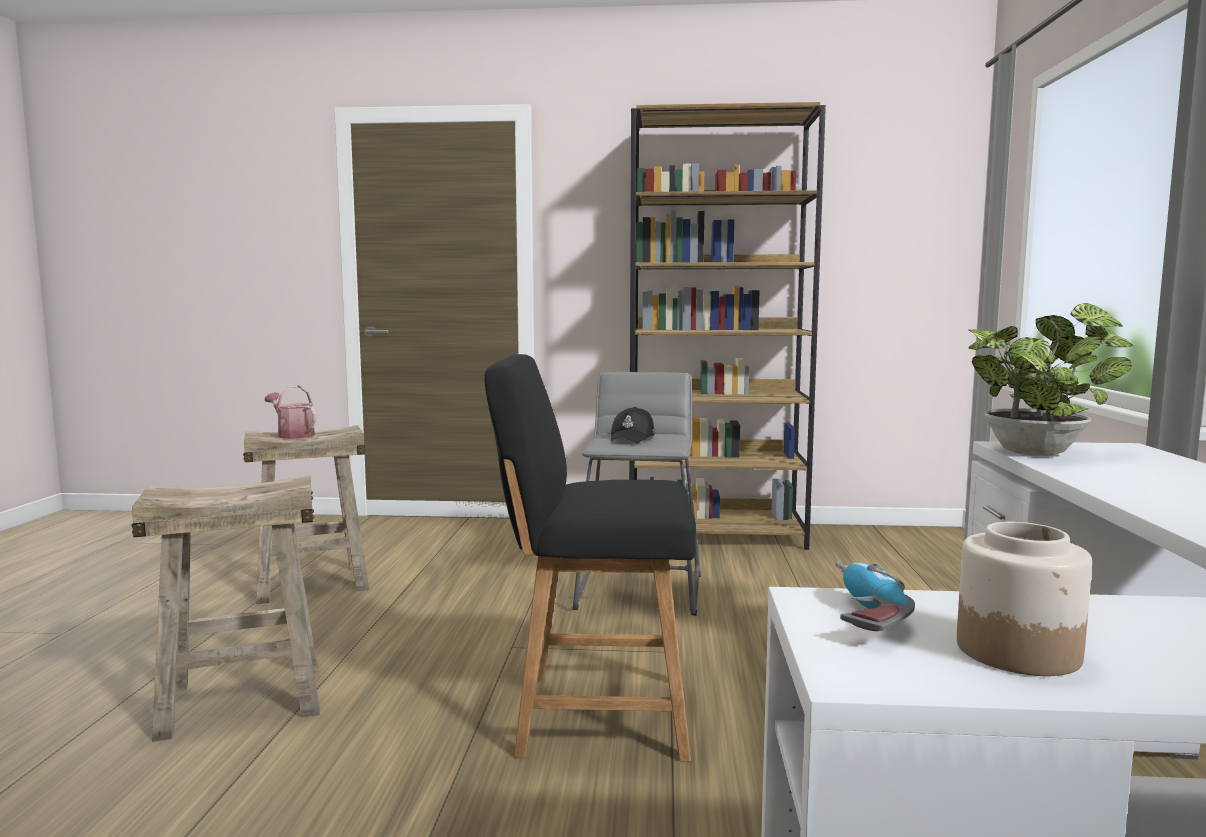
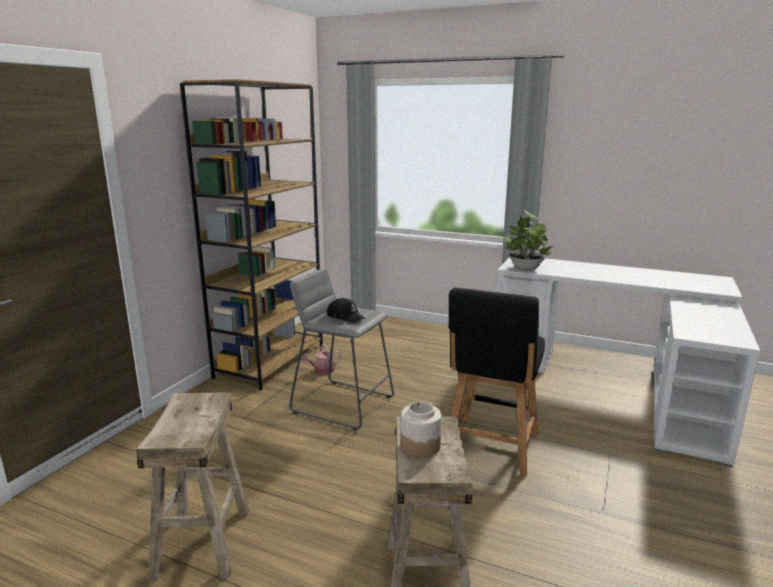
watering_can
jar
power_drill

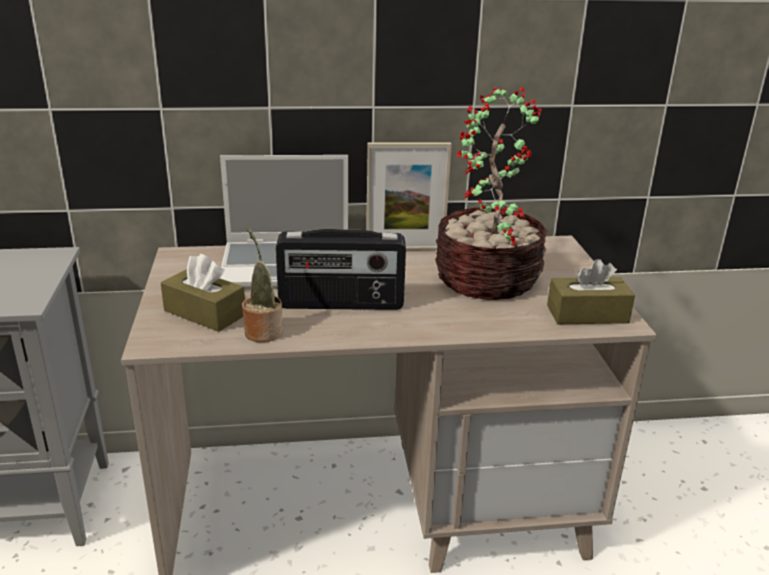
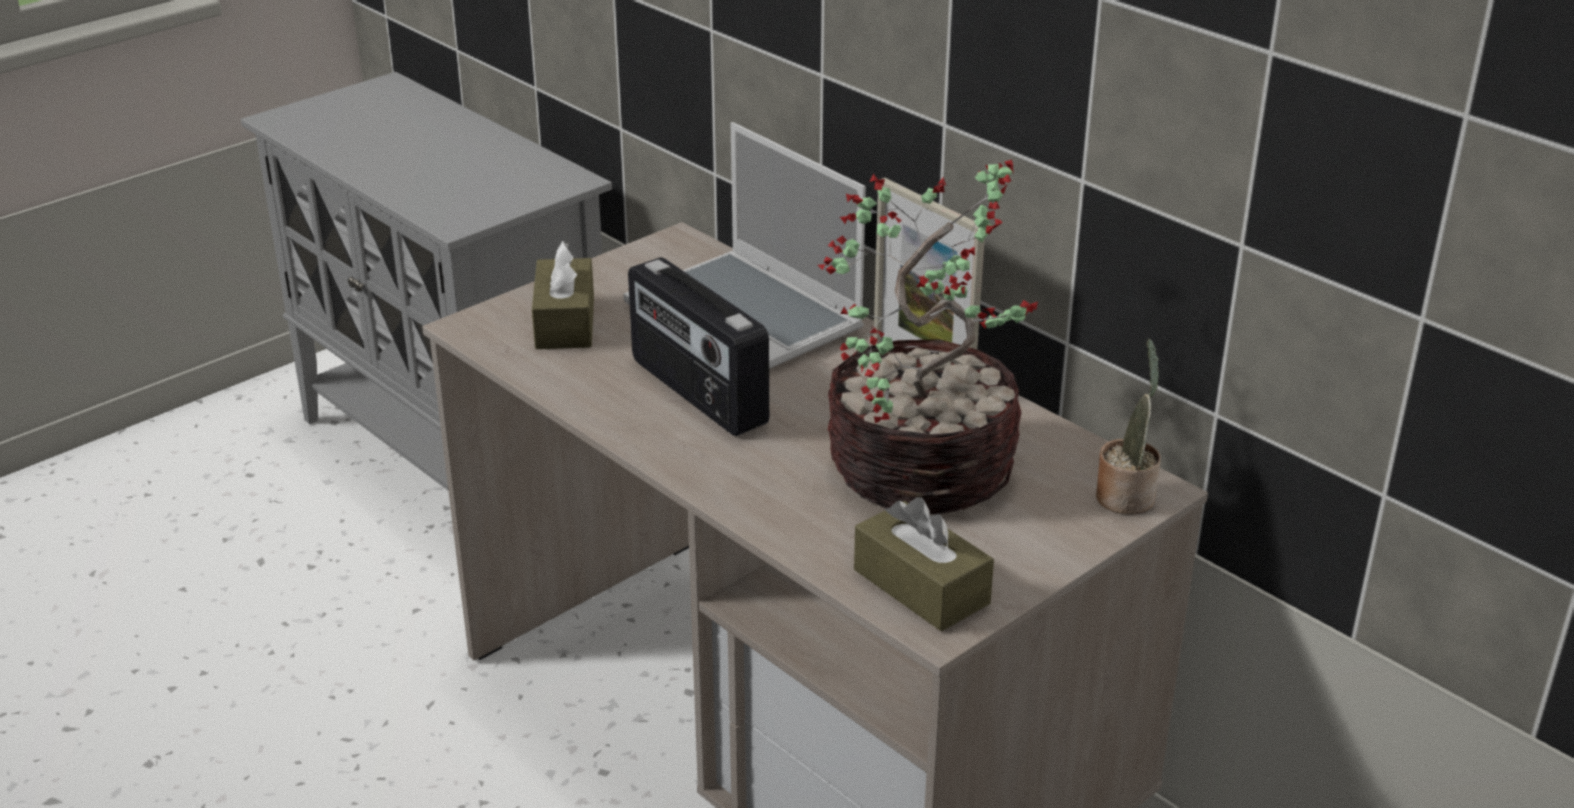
potted_plant (no. 2 from left)

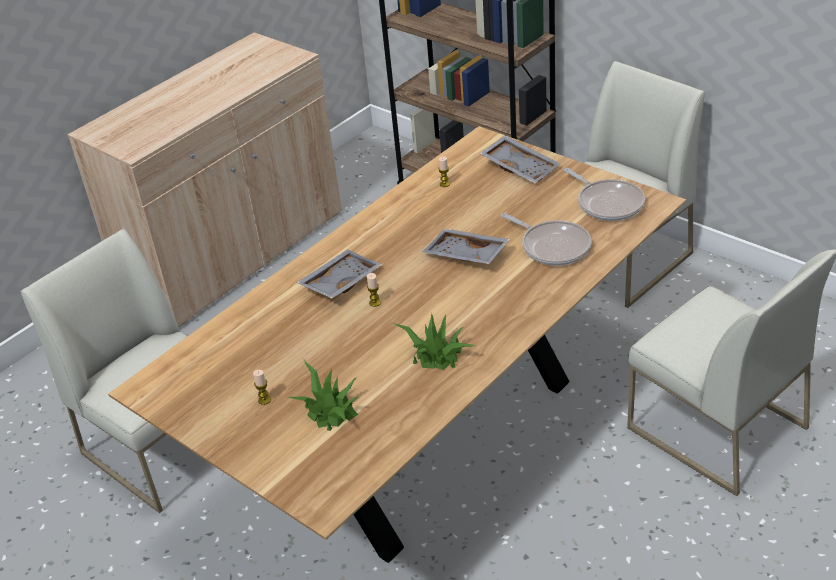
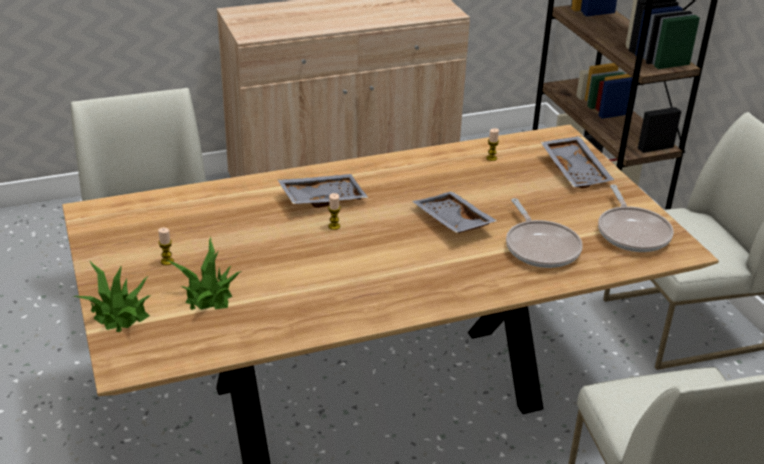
potted_plant (no. 1 from left)

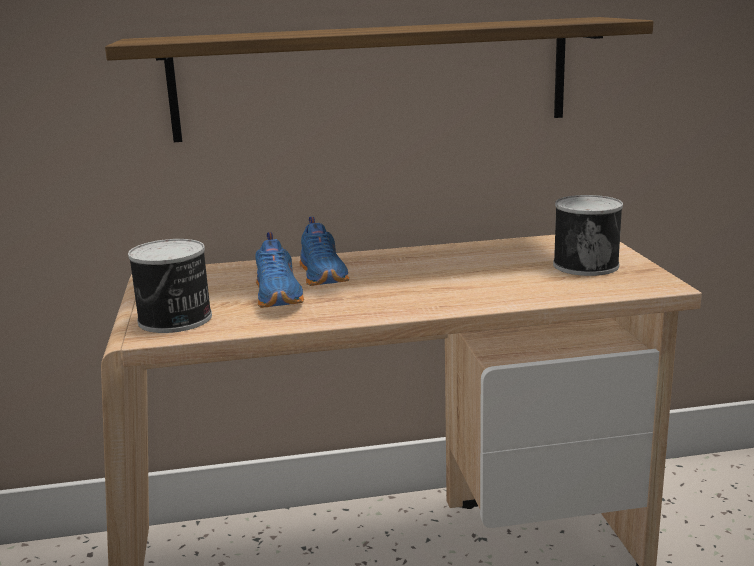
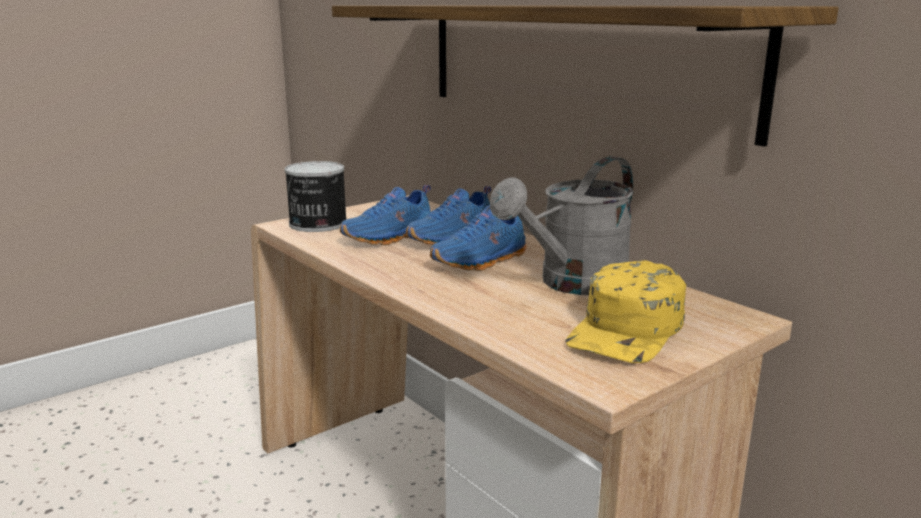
blue_shoe (no. 3 from left)
grey_watering_can
yellow_cap

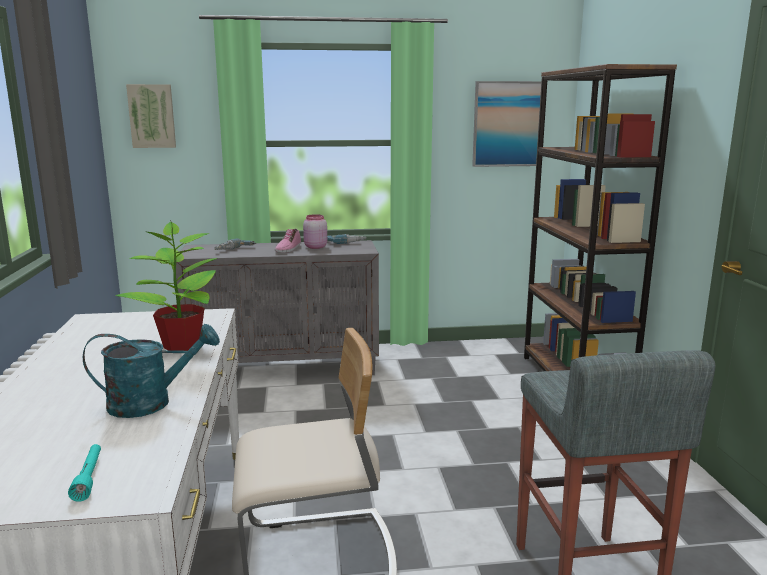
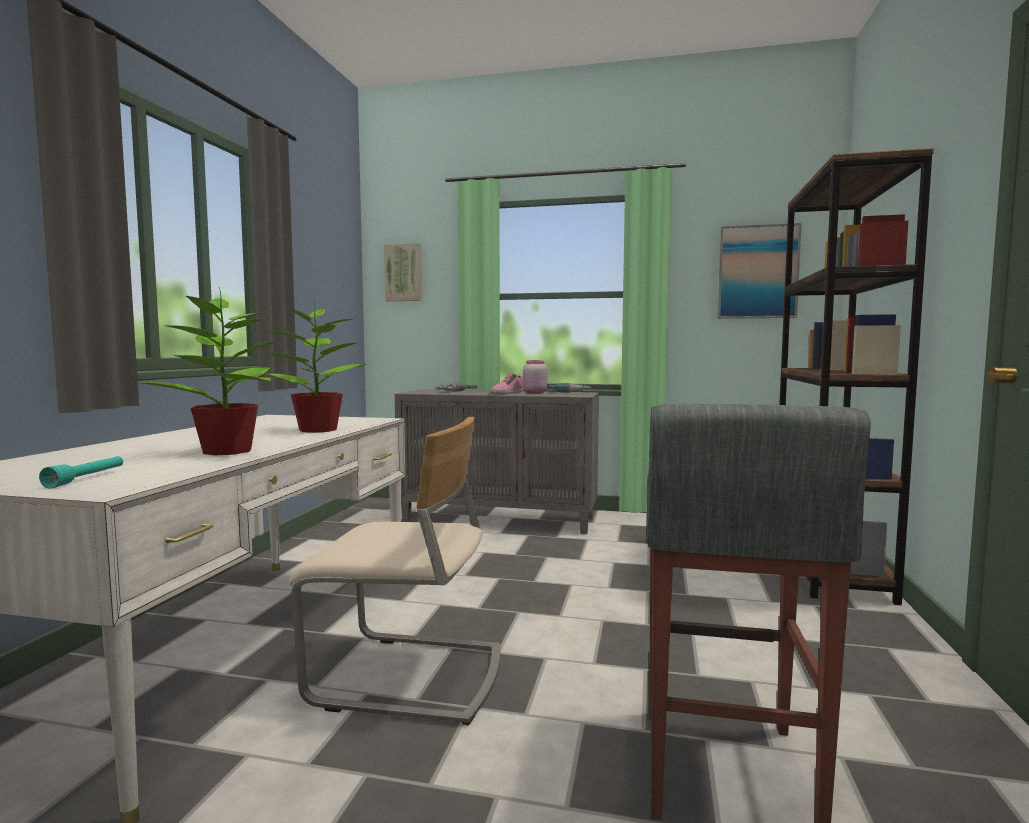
potted_plant (no. 1 from left)

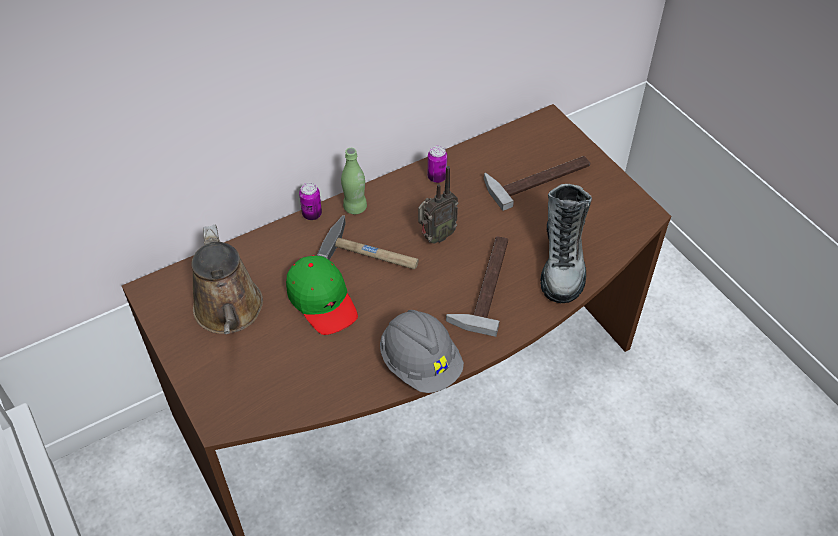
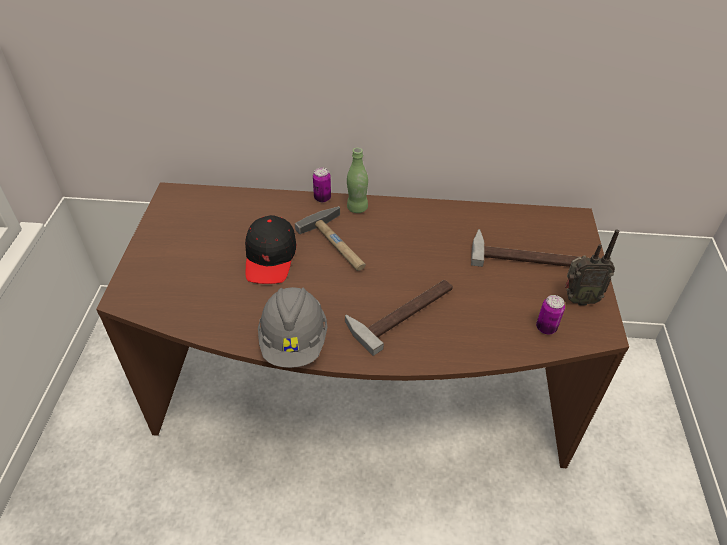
black_cap
can (no. 2 from left)
radio
brown_watering_can
boot

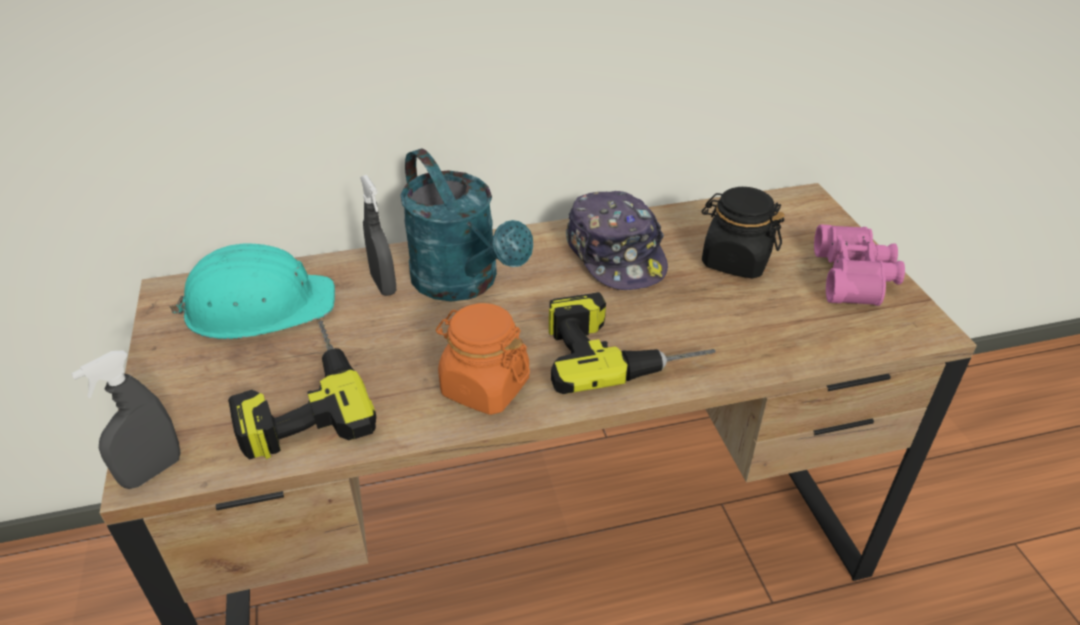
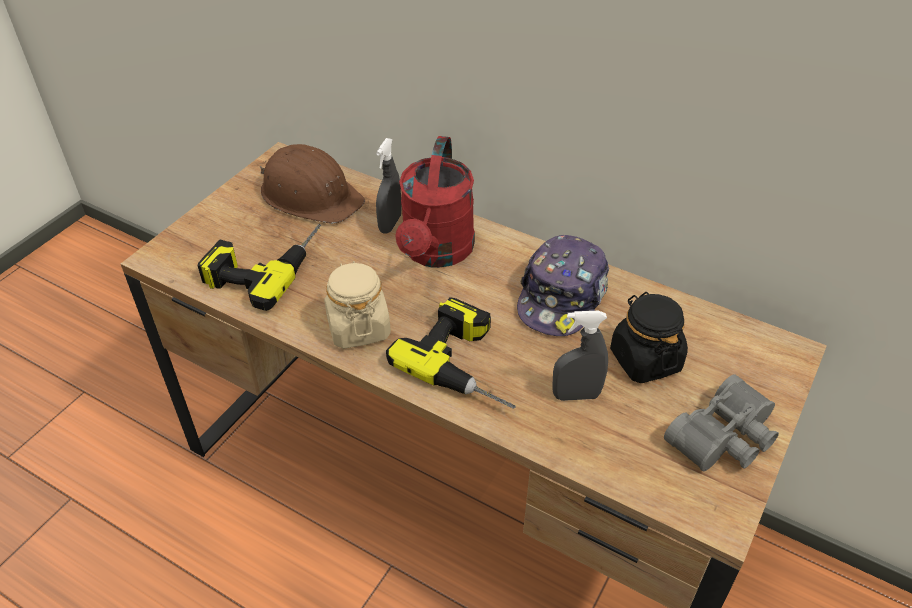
brown_hard_hat
beige_jar
red_watering_can
grey_spray_bottle (no. 2 from left)
grey_binoculars

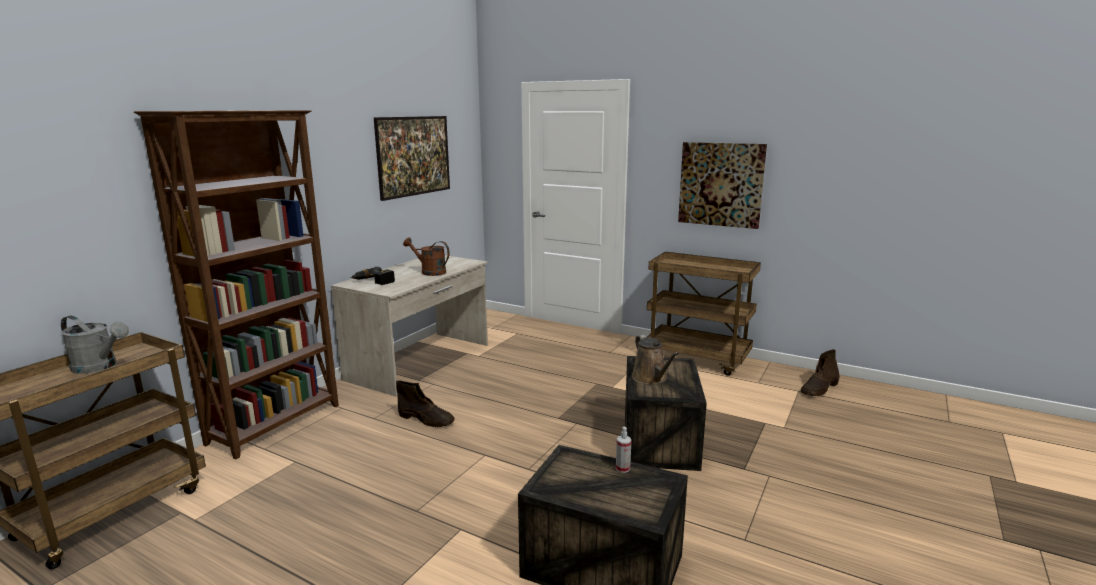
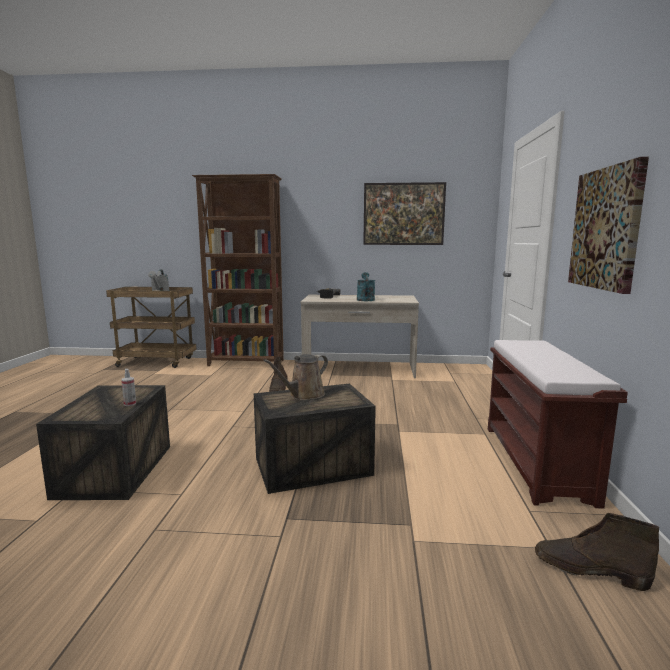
turquoise_watering_can
brown_bench

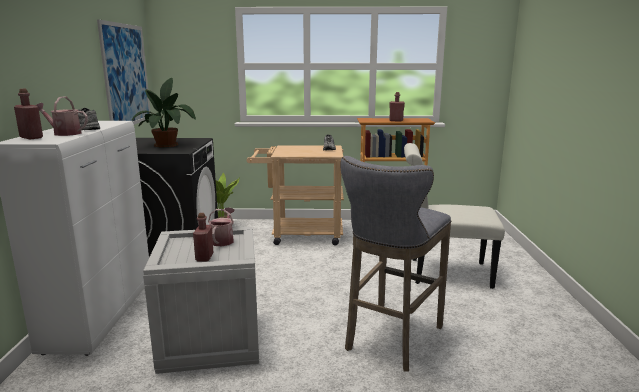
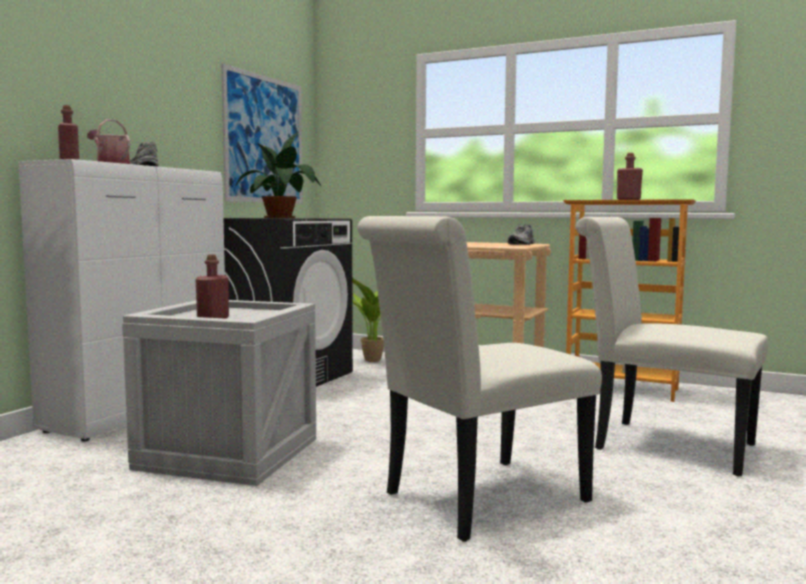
white_chair (no. 1 from left)
watering_can (no. 2 from left in the first image)

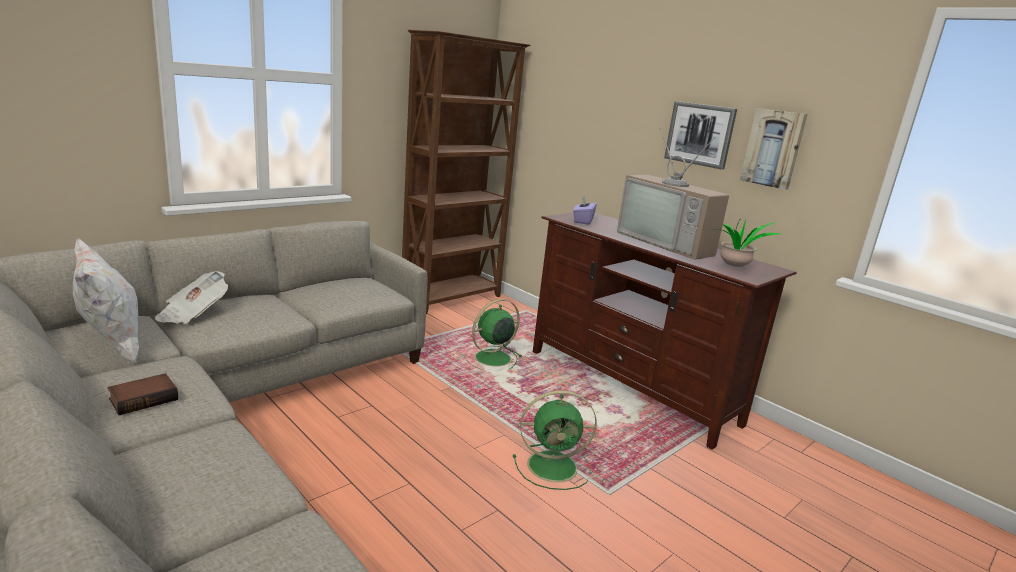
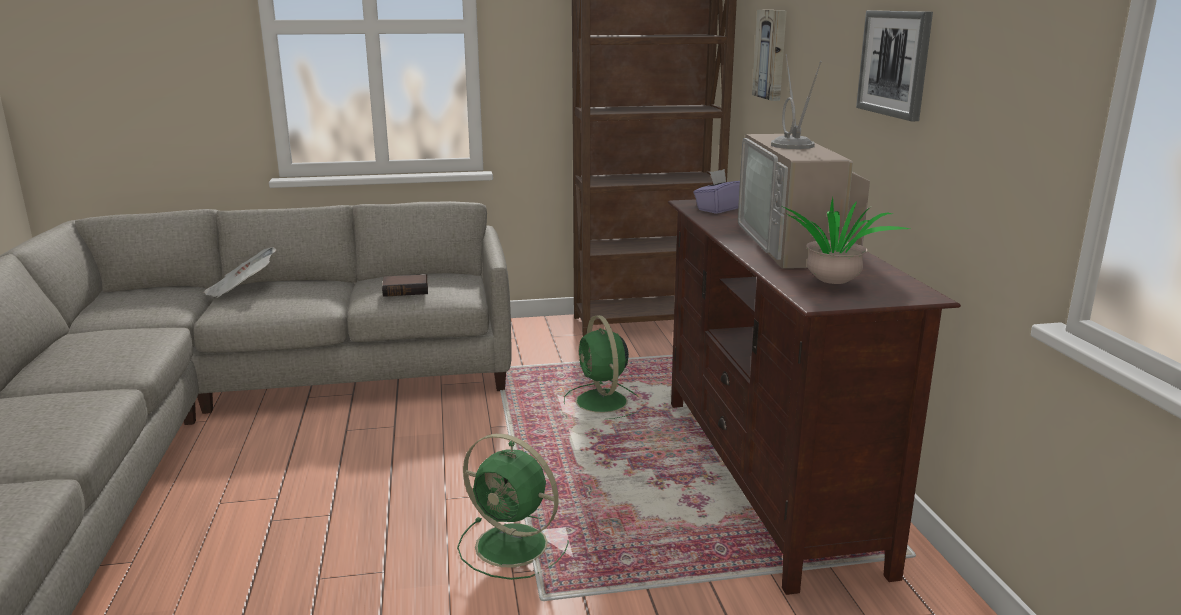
book
green_fan (no. 2 from left)
picture (no. 1 from left)
white_pillow

